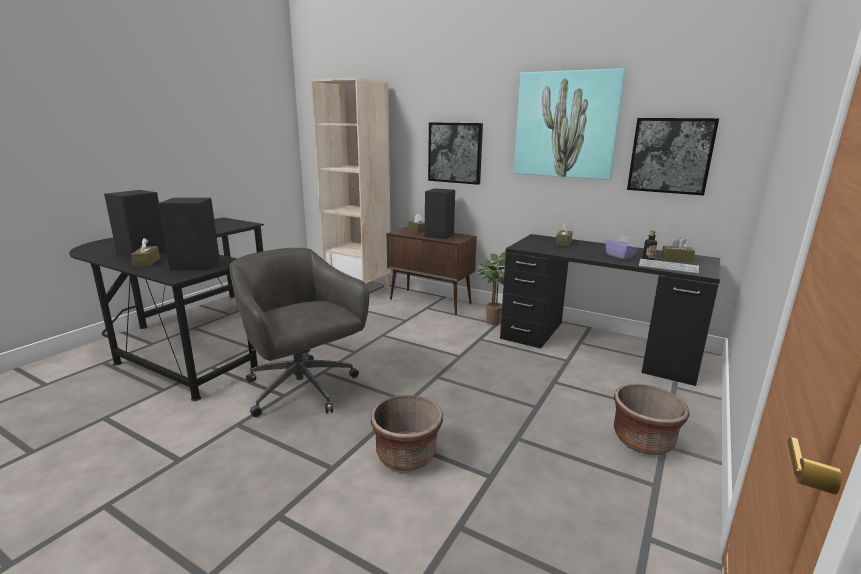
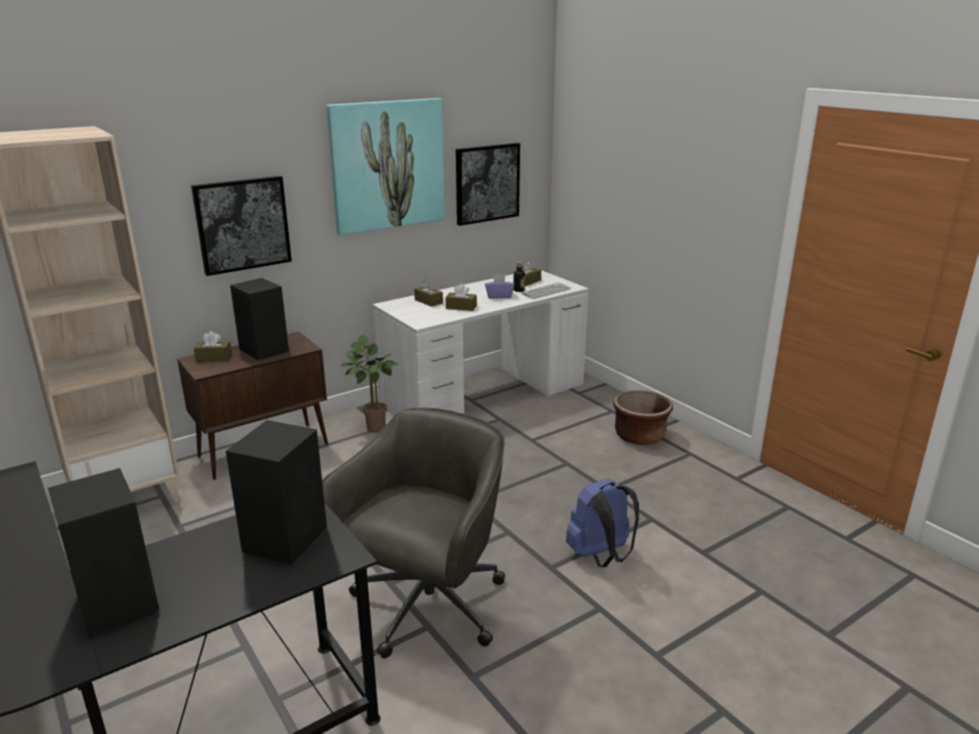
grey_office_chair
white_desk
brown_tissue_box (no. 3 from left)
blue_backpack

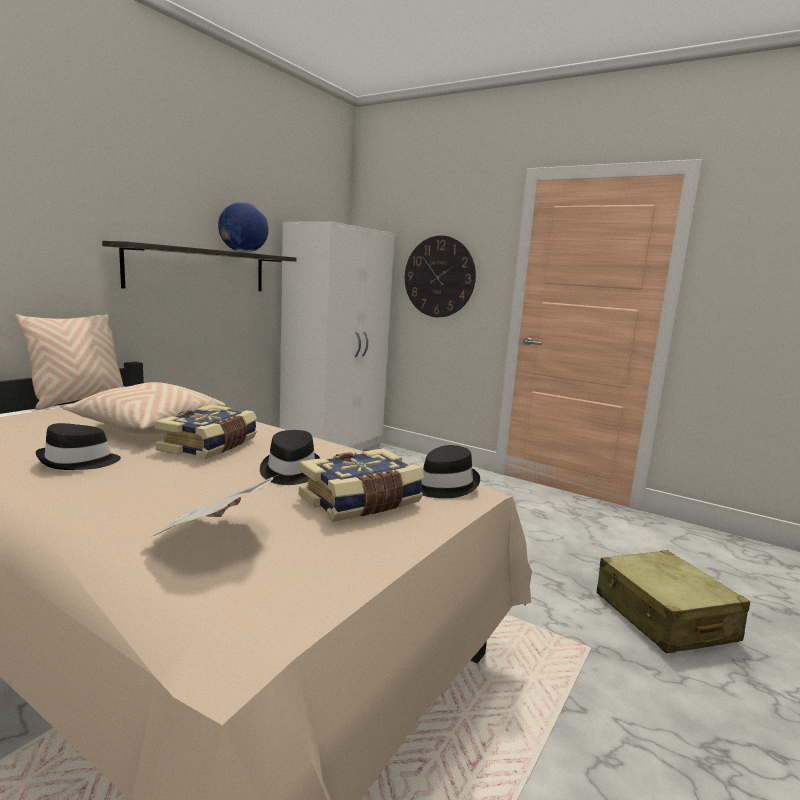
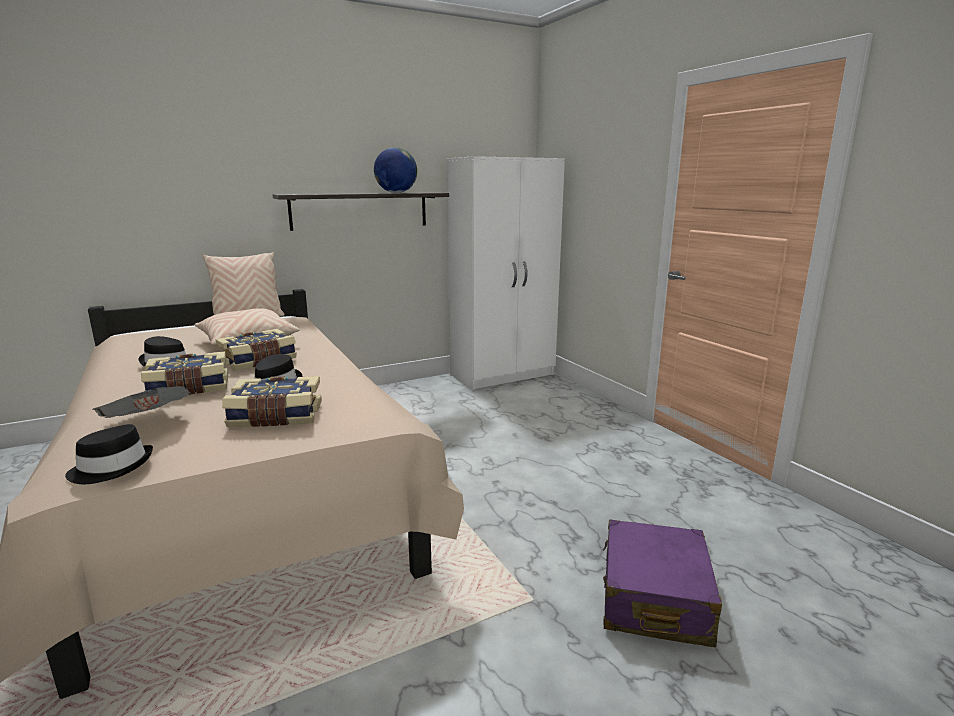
black_hat (no. 1 from left)
book (no. 1 from left)
purple_suitcase
wall_clock

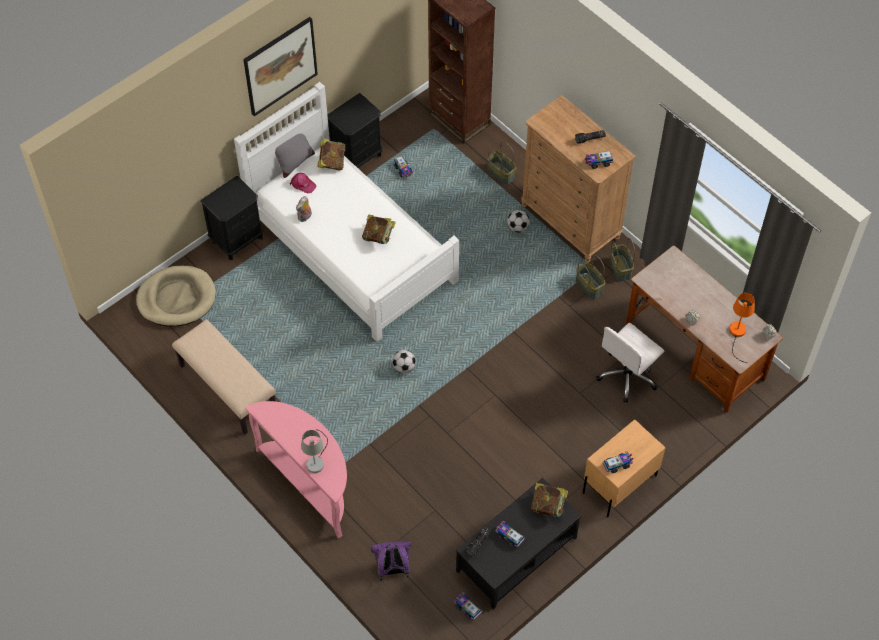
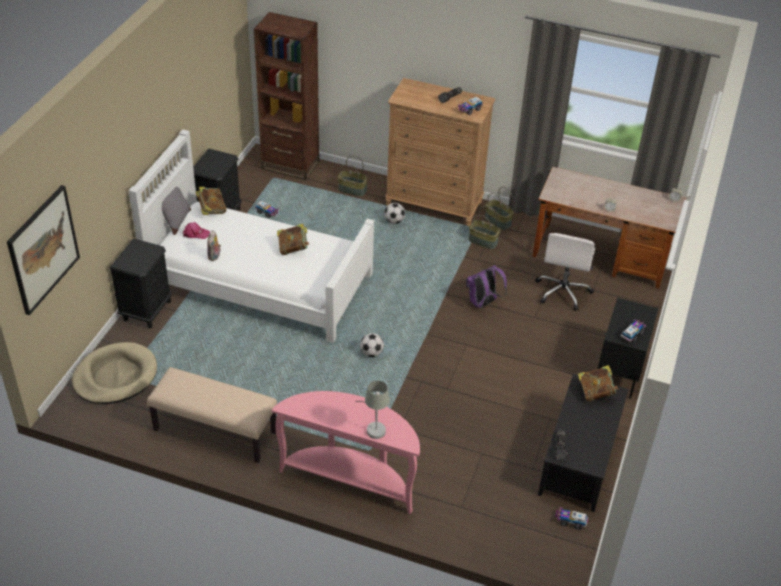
picture
purple_backpack
black_nightstand (no. 3 from left)
toy_truck (no. 3 from left in the first image)
orange_table_lamp

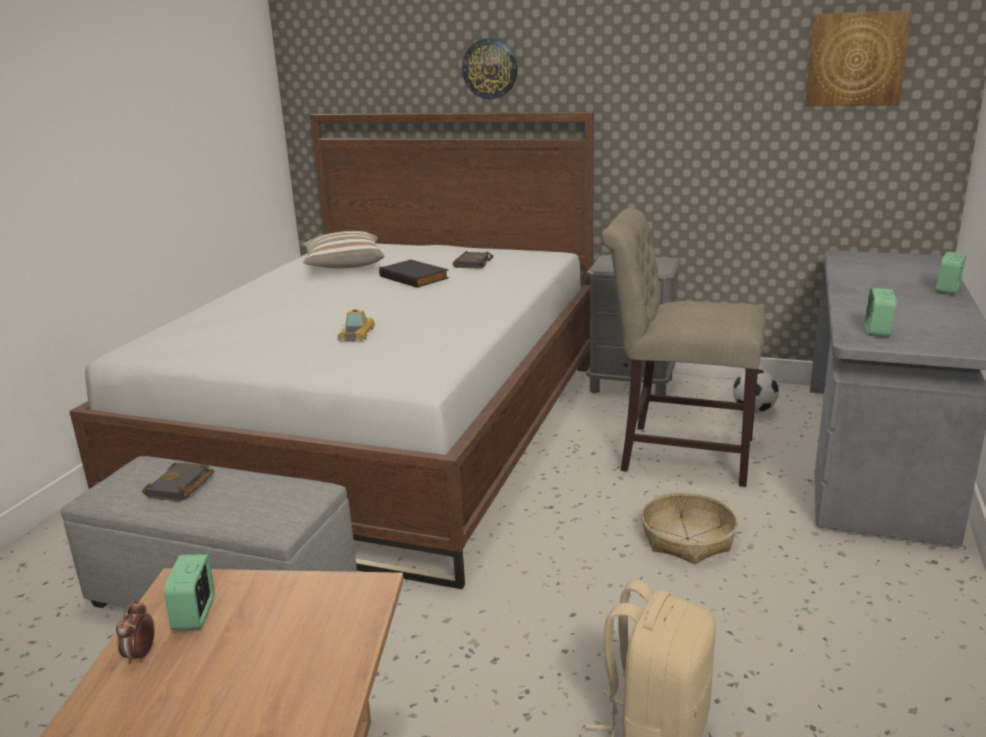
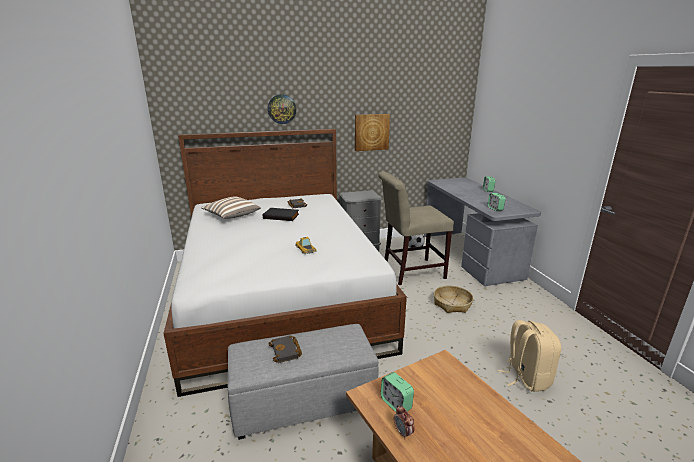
picture

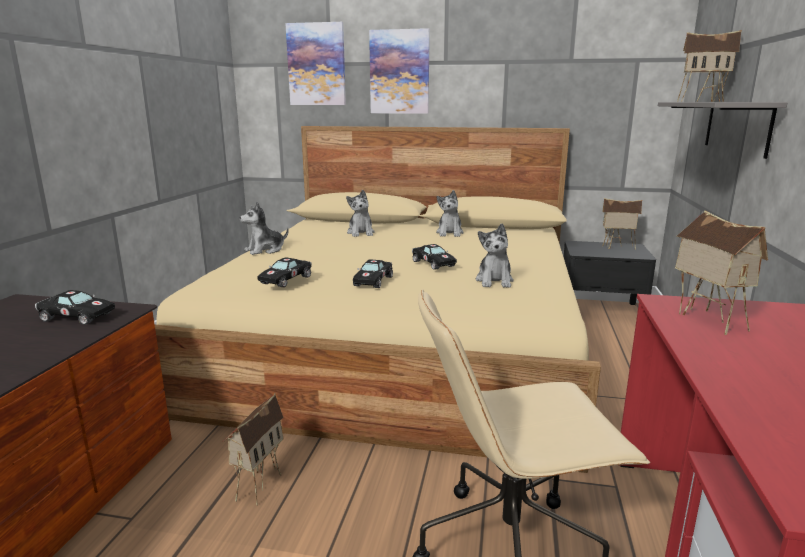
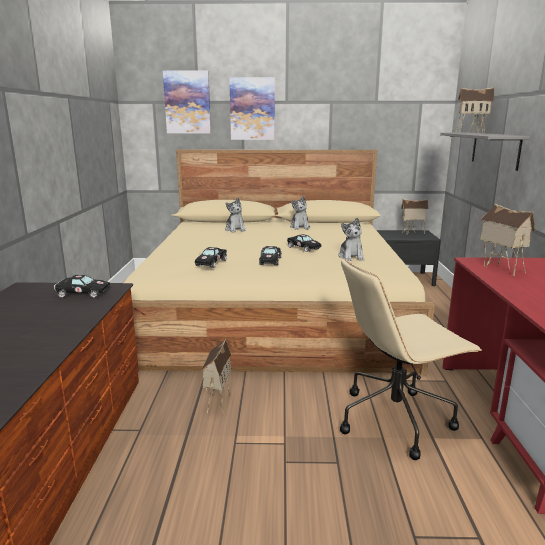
plush_toy (no. 1 from left in the first image)

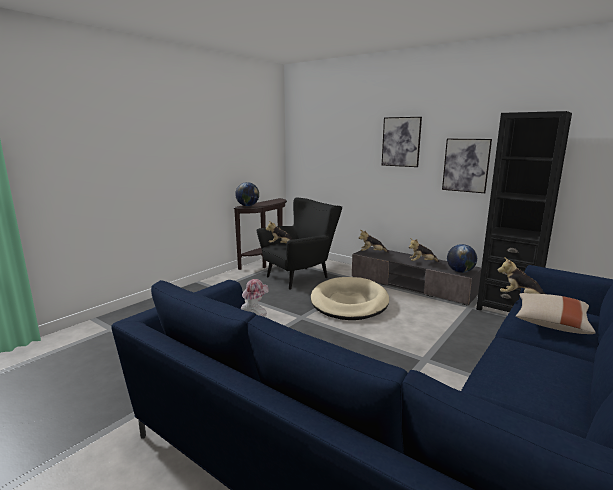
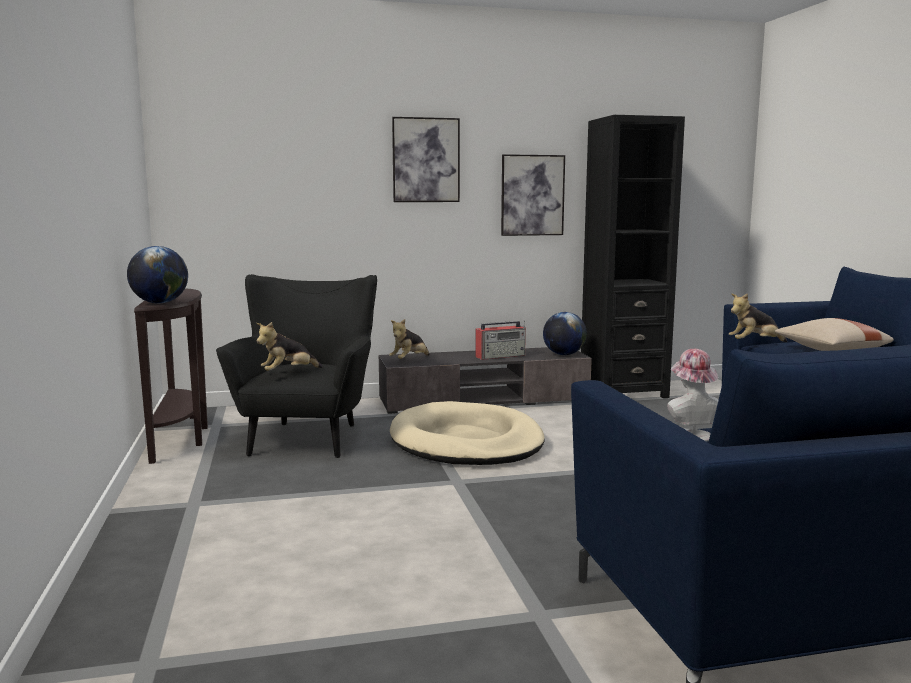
radio

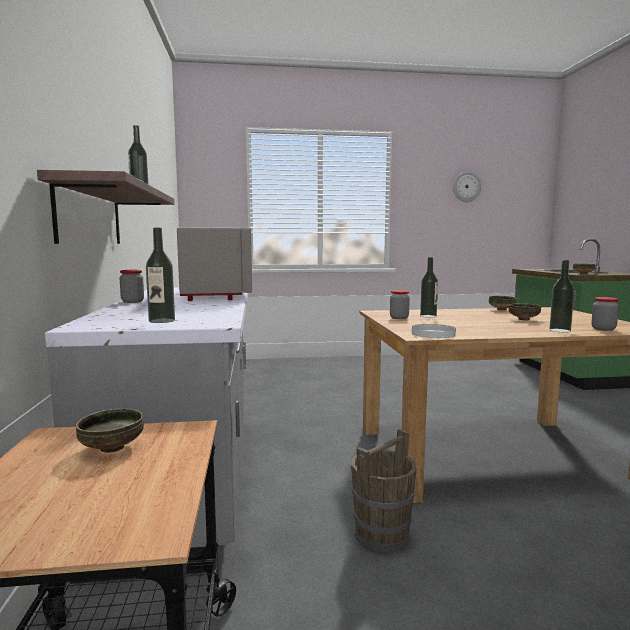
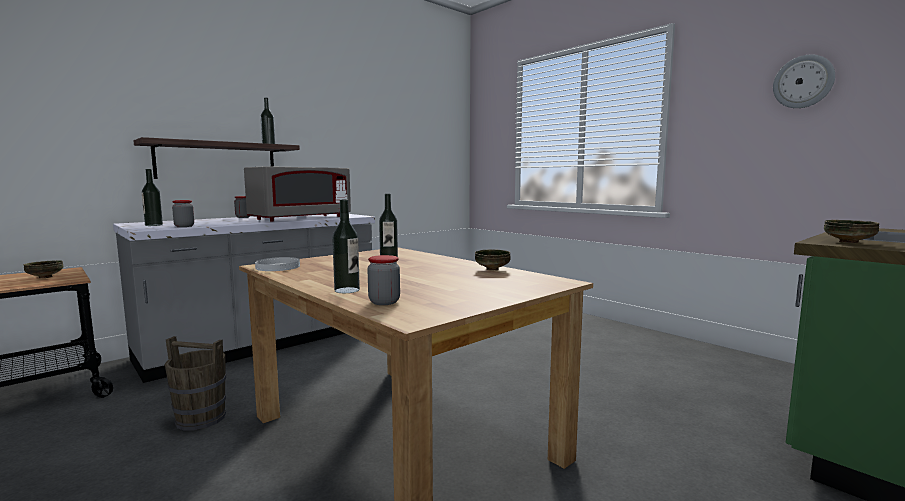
jar (no. 1 from left)
bowl (no. 3 from left in the first image)

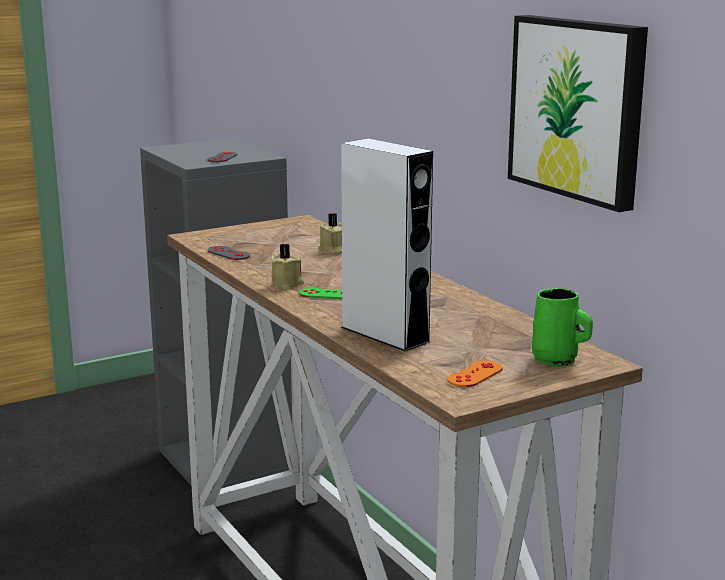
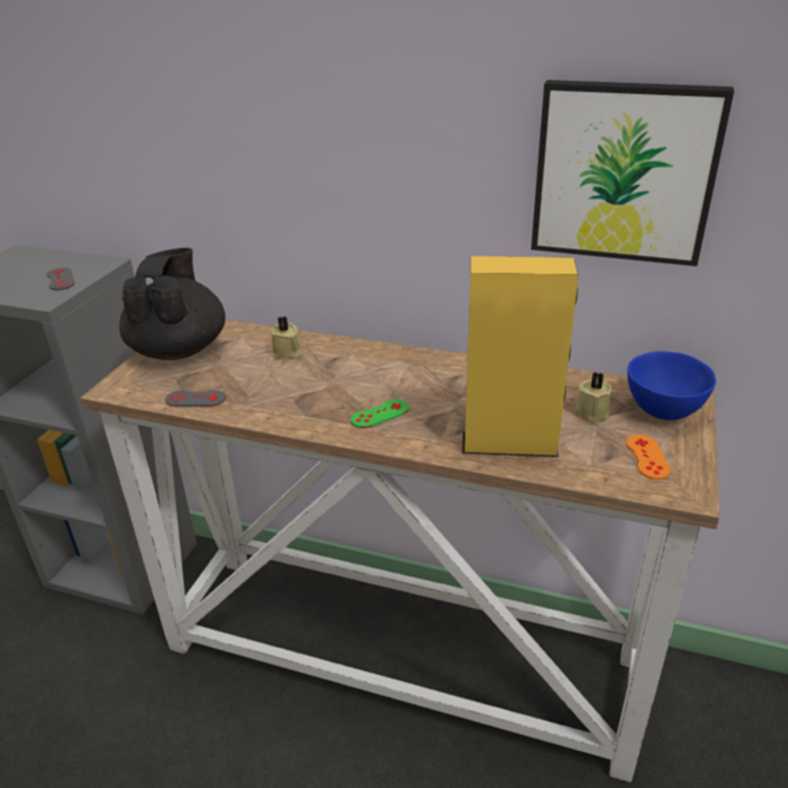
black_teapot
yellow_speaker
beige_candle (no. 2 from left)
blue_bowl

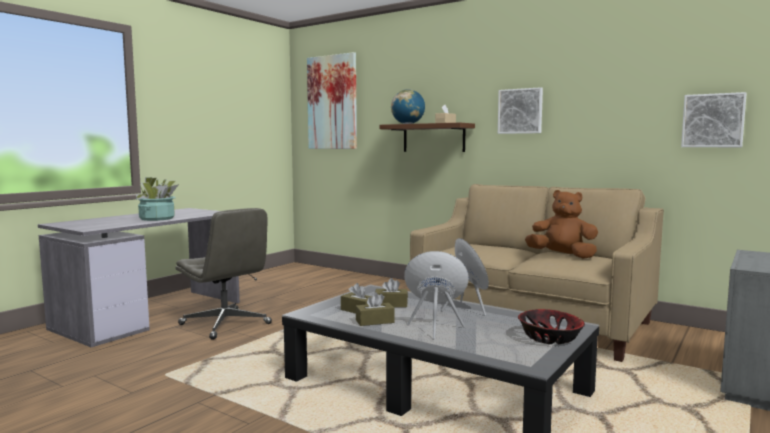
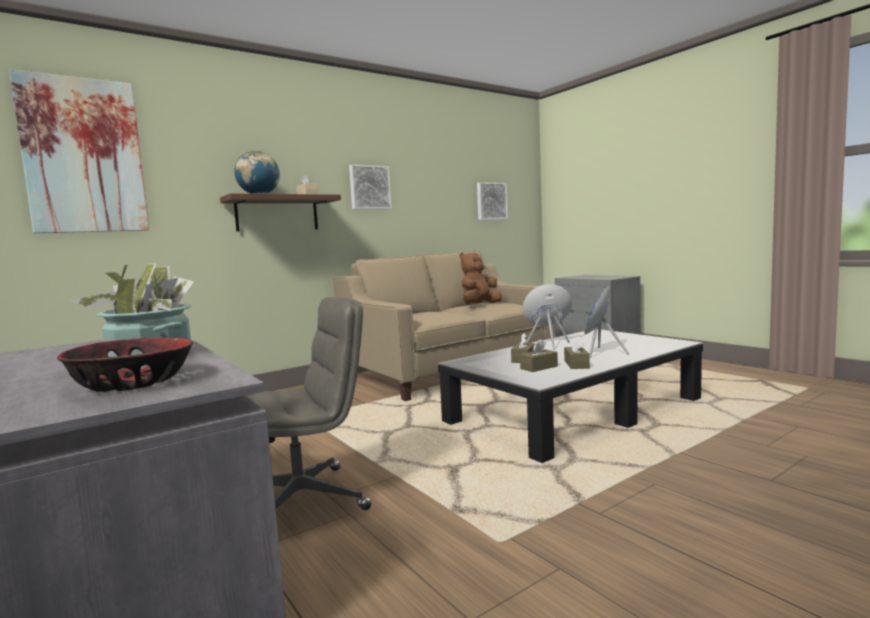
bowl

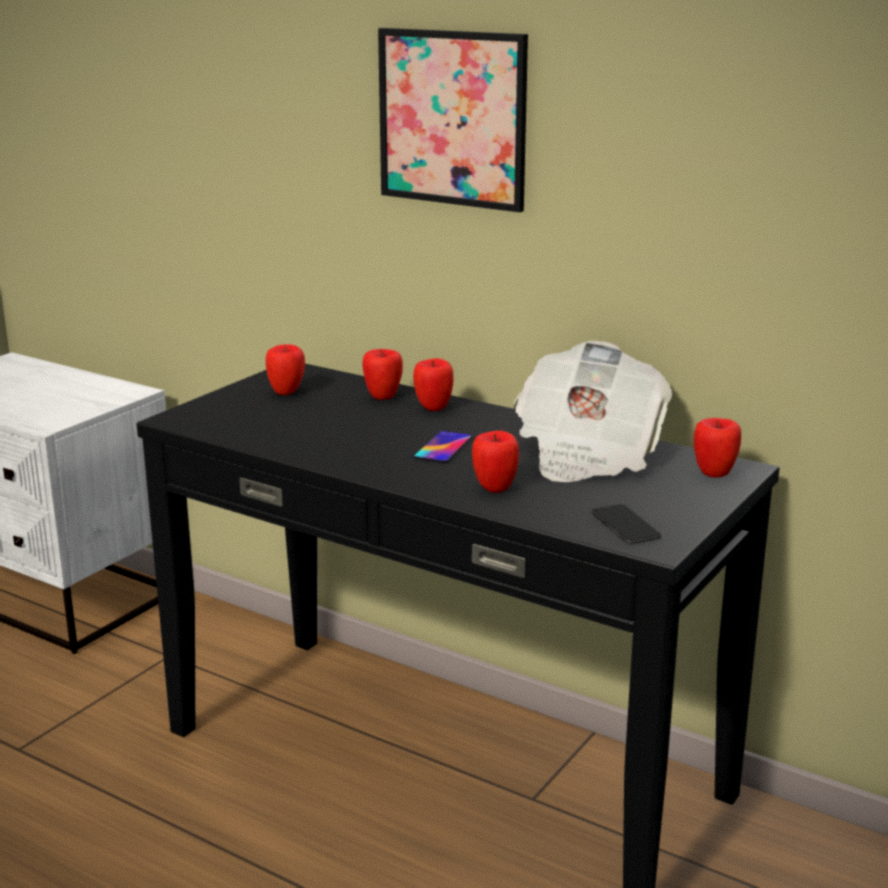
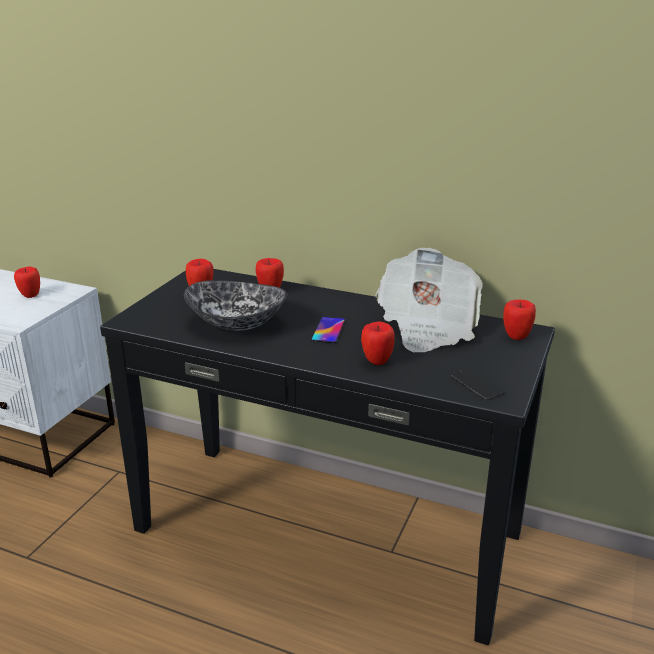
apple (no. 1 from left)
bowl
picture

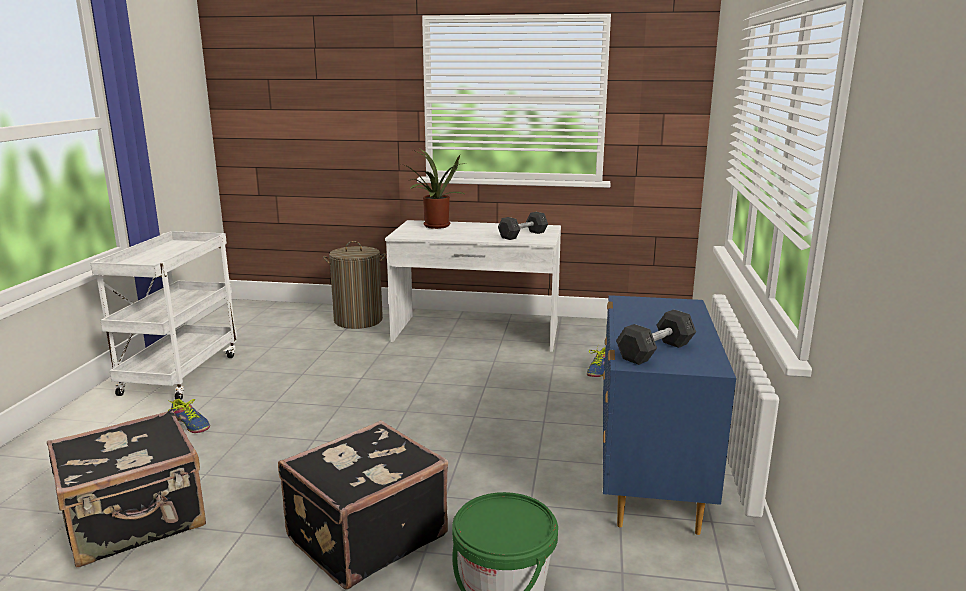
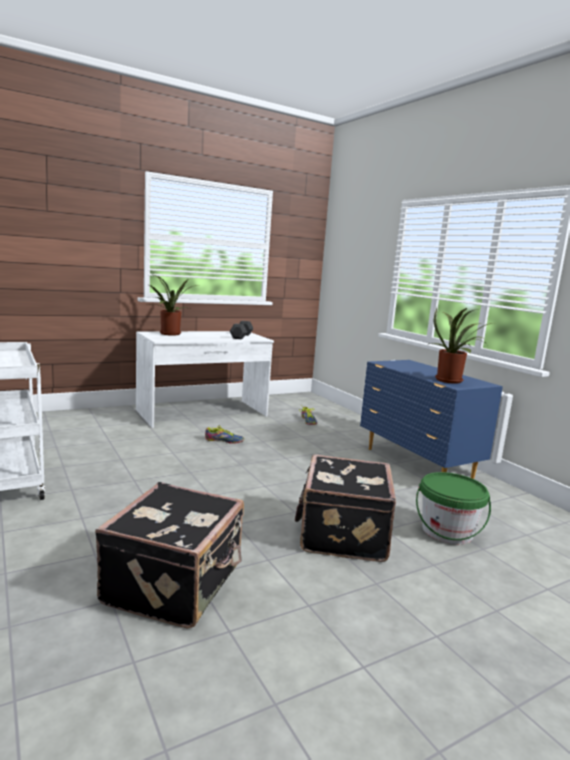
shoe (no. 1 from left)
potted_plant (no. 2 from left)
laundry_basket

